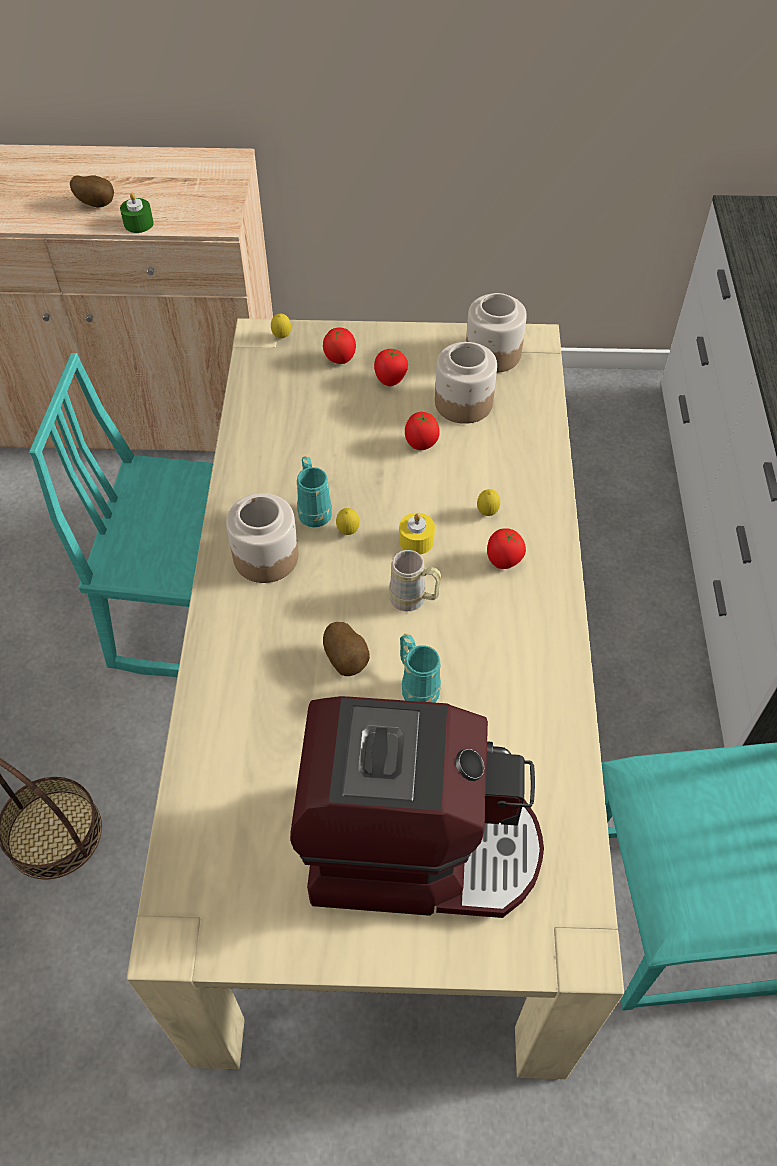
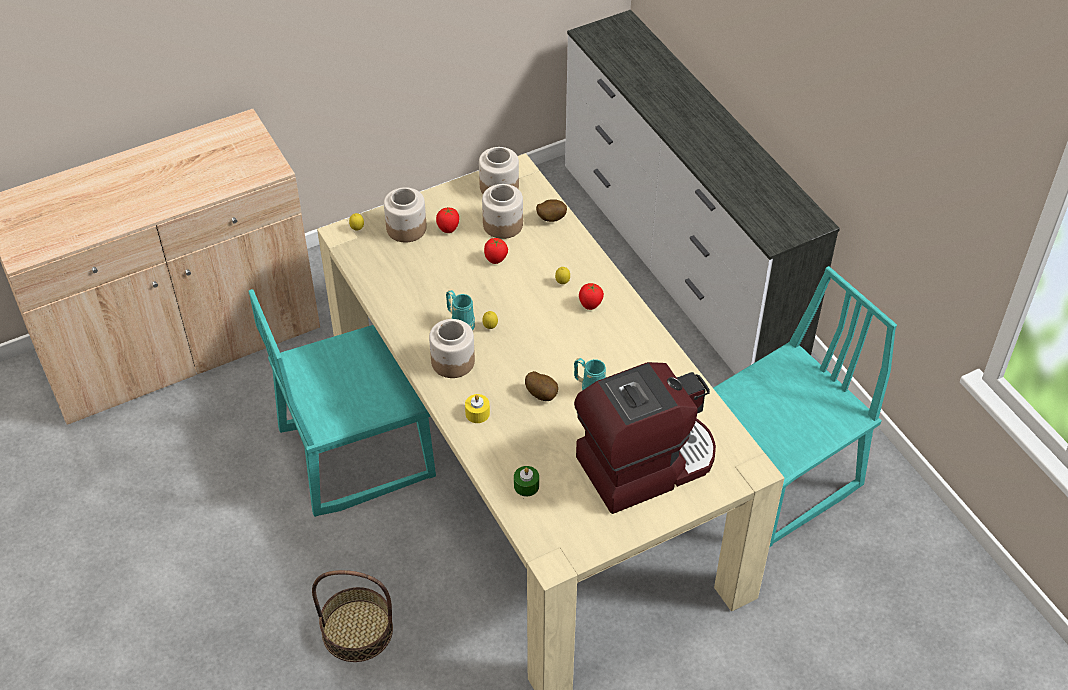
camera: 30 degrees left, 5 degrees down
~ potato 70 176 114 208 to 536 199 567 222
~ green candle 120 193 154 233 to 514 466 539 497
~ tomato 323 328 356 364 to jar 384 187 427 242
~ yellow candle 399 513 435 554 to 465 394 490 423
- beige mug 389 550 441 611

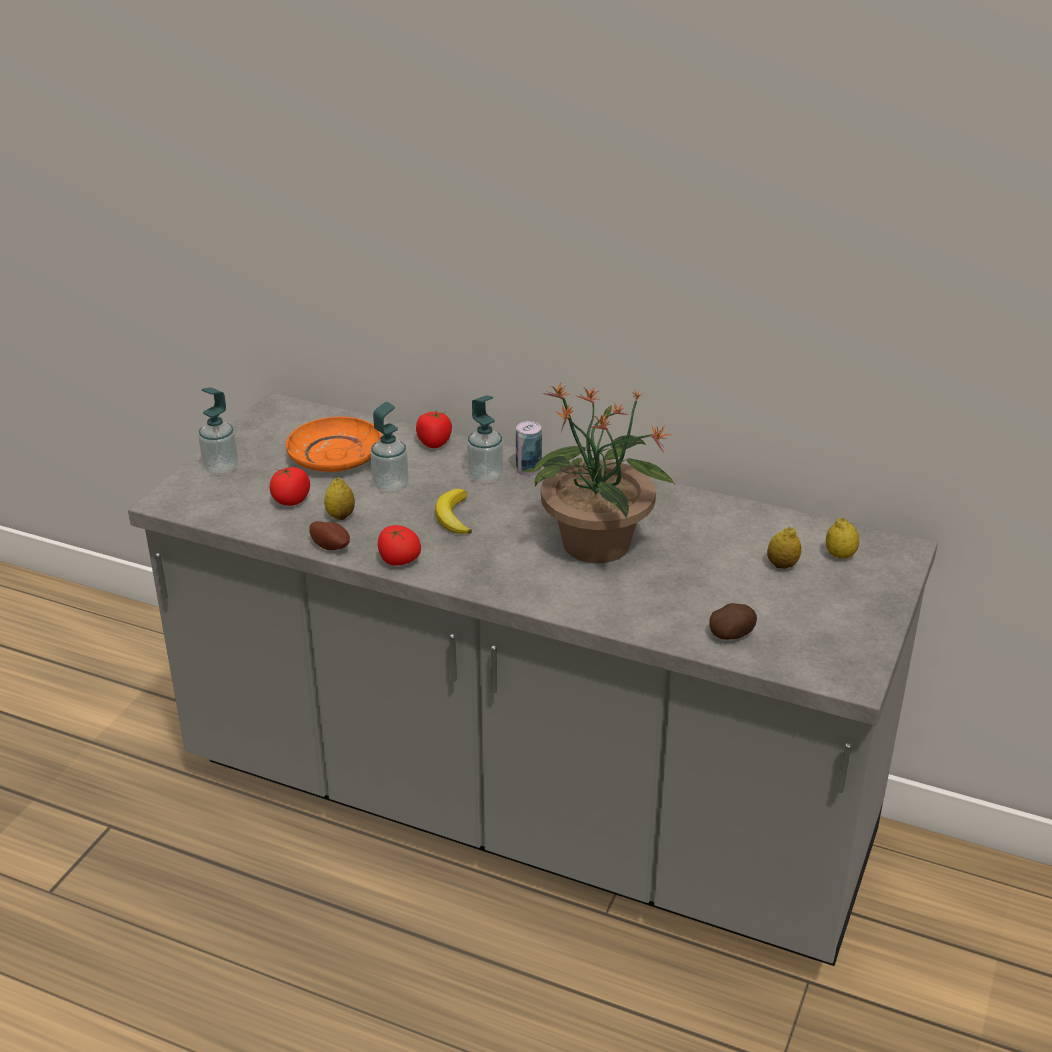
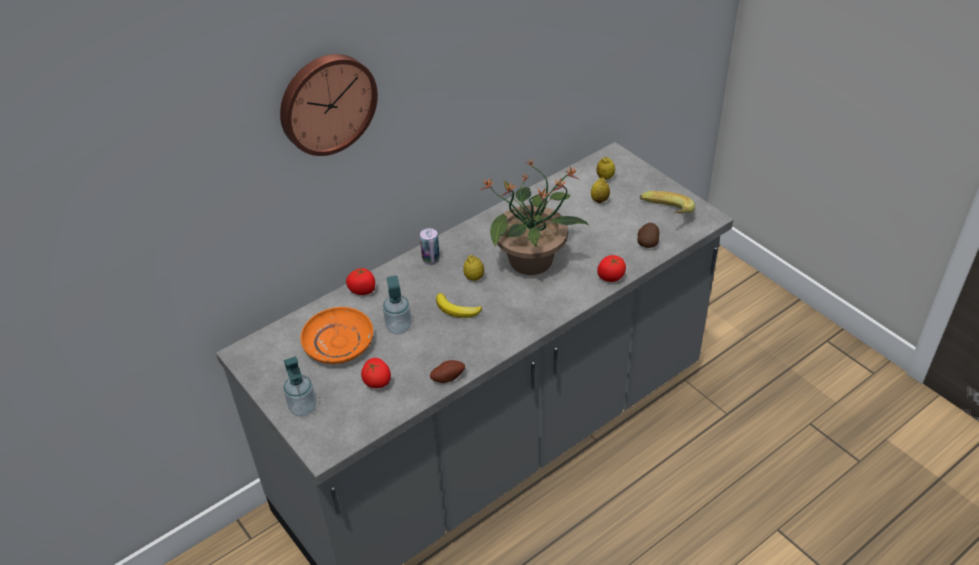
camera: 60 degrees left, 10 degrees up
- soap dispenser 467 395 504 484
~ lemon 324 477 355 520 to 463 255 484 281
~ tomato 378 525 421 566 to 597 255 626 282
+ wall clock 280 54 378 156
+ banana 640 191 695 214

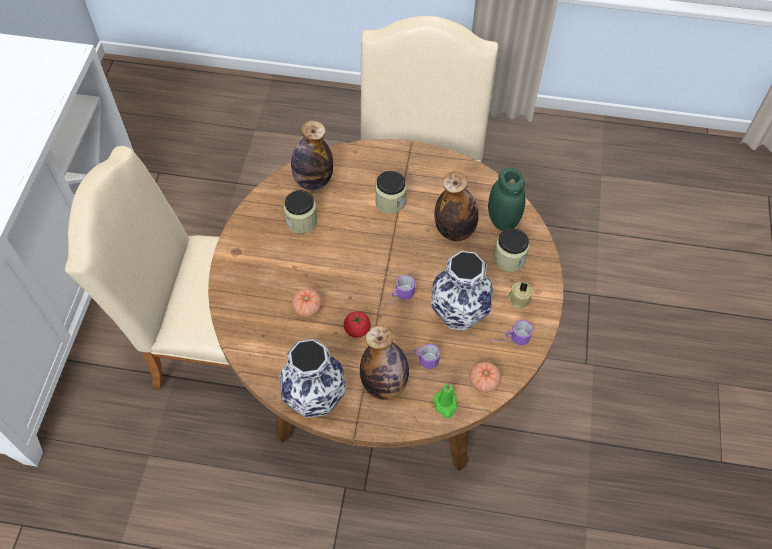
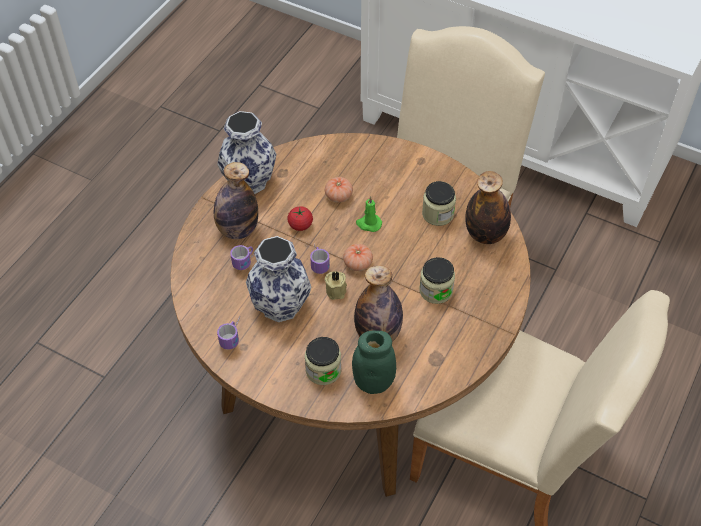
camera: 110 degrees right, 5 degrees down
~ beige candle 507 282 533 308 to 325 272 347 300
~ tomato 469 362 501 393 to 343 244 373 271
~ green candle 433 384 457 418 to 356 196 382 232

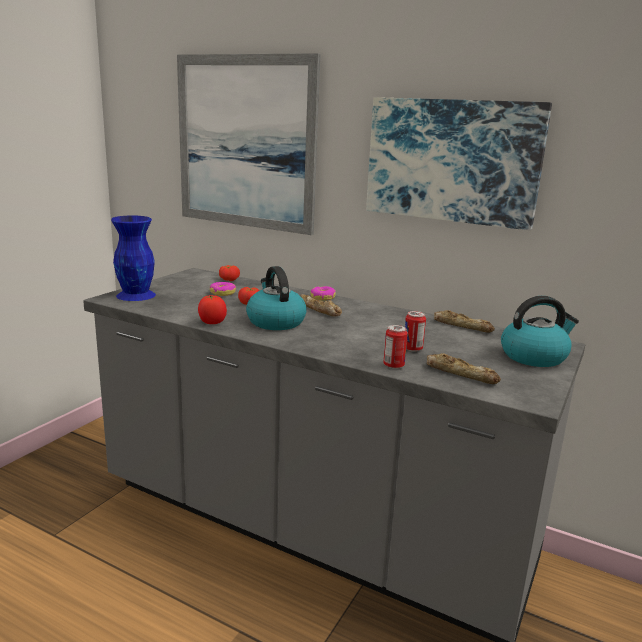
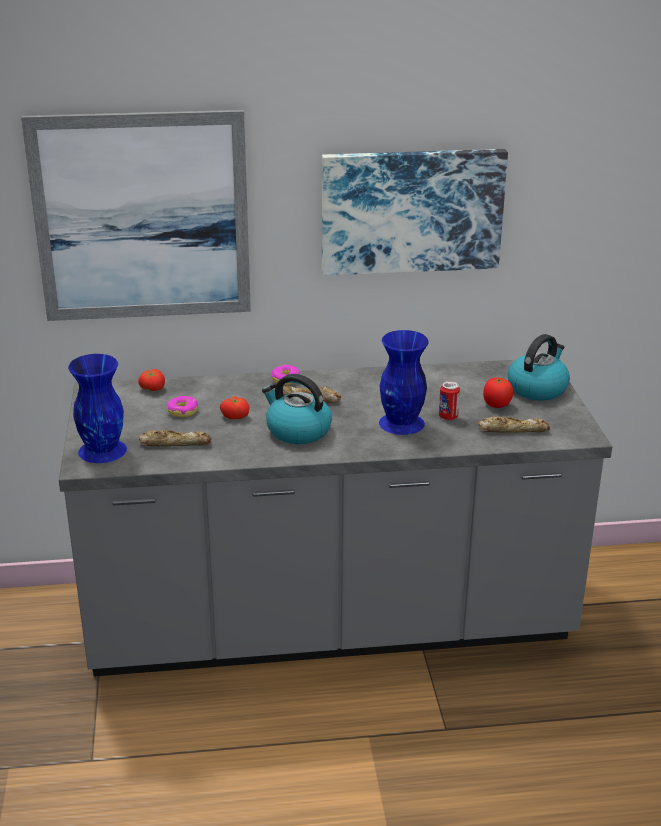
camera: 35 degrees left, 10 degrees up
~ tomato 198 295 227 324 to 483 377 513 408
~ bread 434 310 495 333 to 139 430 212 446
- can 383 325 408 369
+ blue vase 379 330 429 435

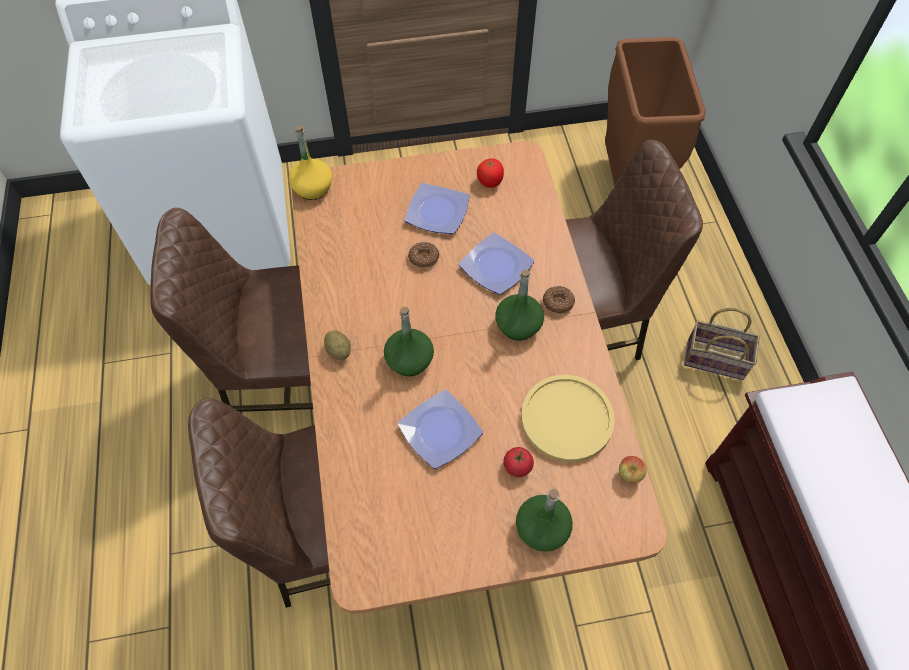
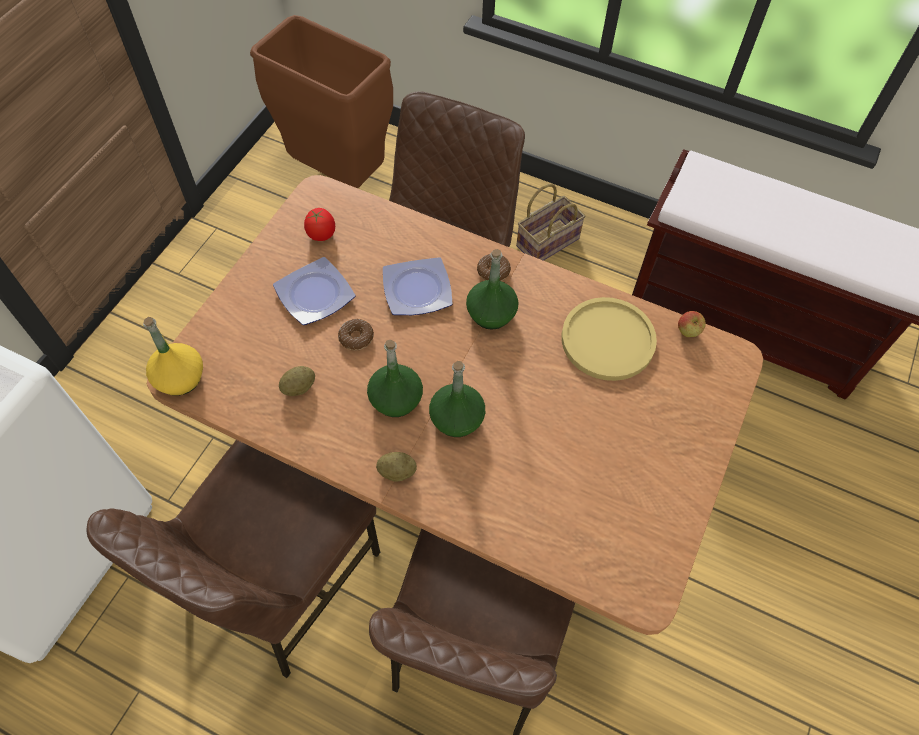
camera: 55 degrees left, 0 degrees up
- plate 398 390 483 469
- tomato 503 447 534 477
~ green bottle 516 489 573 552 to 367 340 423 417
+ potato 279 366 315 396

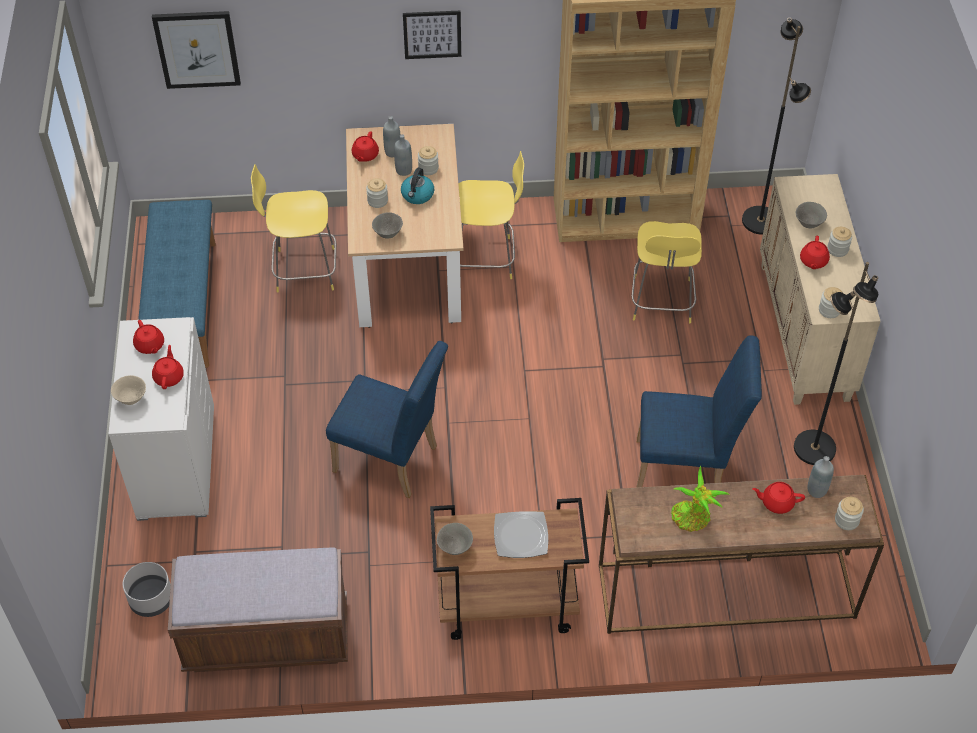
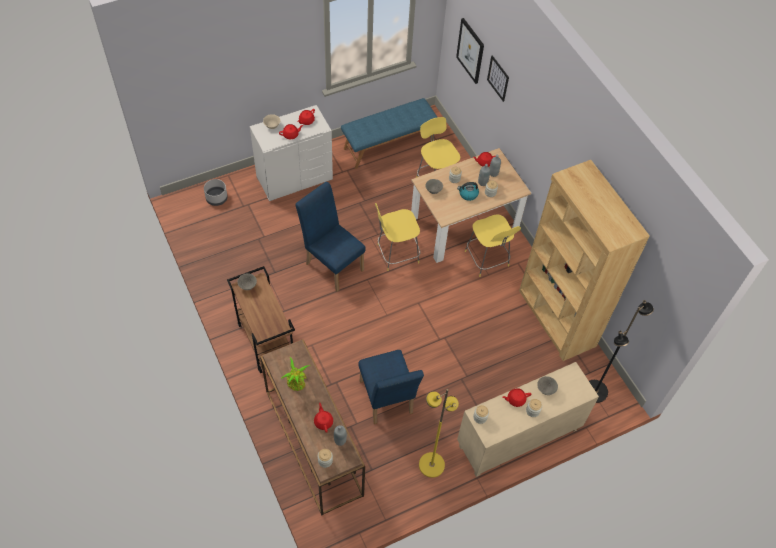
camera: 65 degrees right, 5 degrees up
~ picture 403 11 461 59 to 487 55 509 102
~ yellow stool 632 221 702 323 to 375 203 420 271
~ black floor lamp 794 262 878 465 to yellow floor lamp 419 389 459 478
~ blue chair 326 341 448 498 = 295 182 365 292 135 degrees clockwise
- plate 494 511 548 558
- brown bench 168 548 348 672

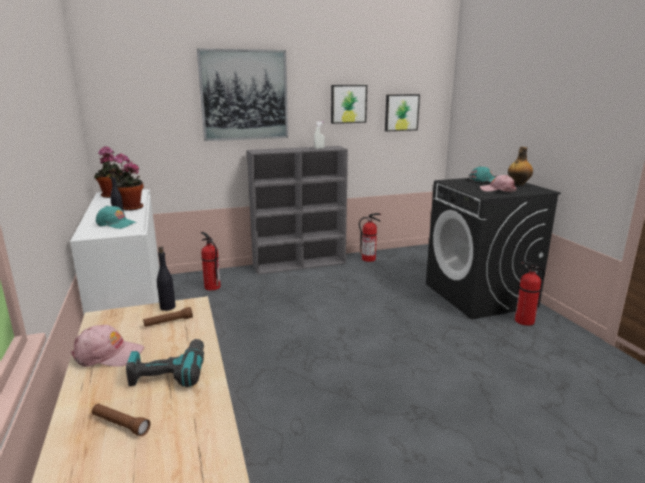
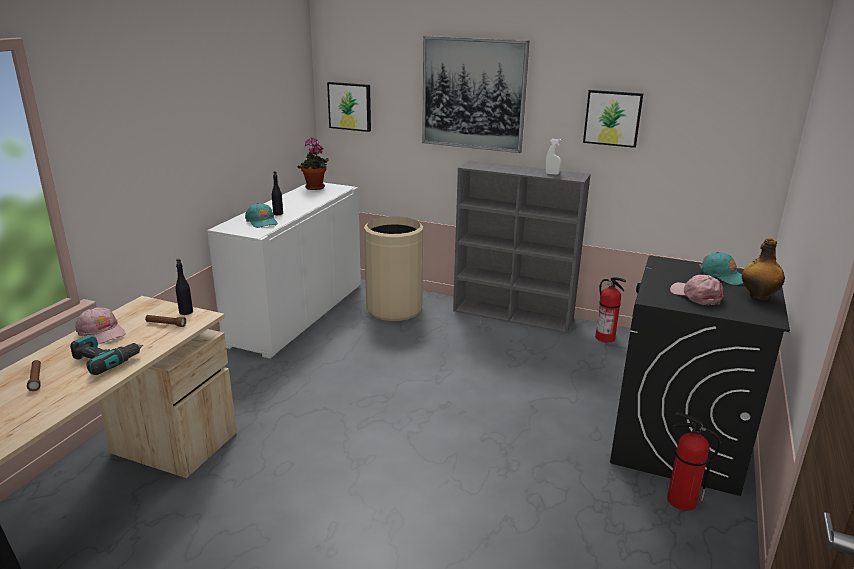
camera: 40 degrees right, 5 degrees up
~ picture 385 94 420 132 to 327 82 371 132
- potted plant 108 153 143 210
~ fire extinguisher 201 232 221 290 to beige trash can 364 216 423 321

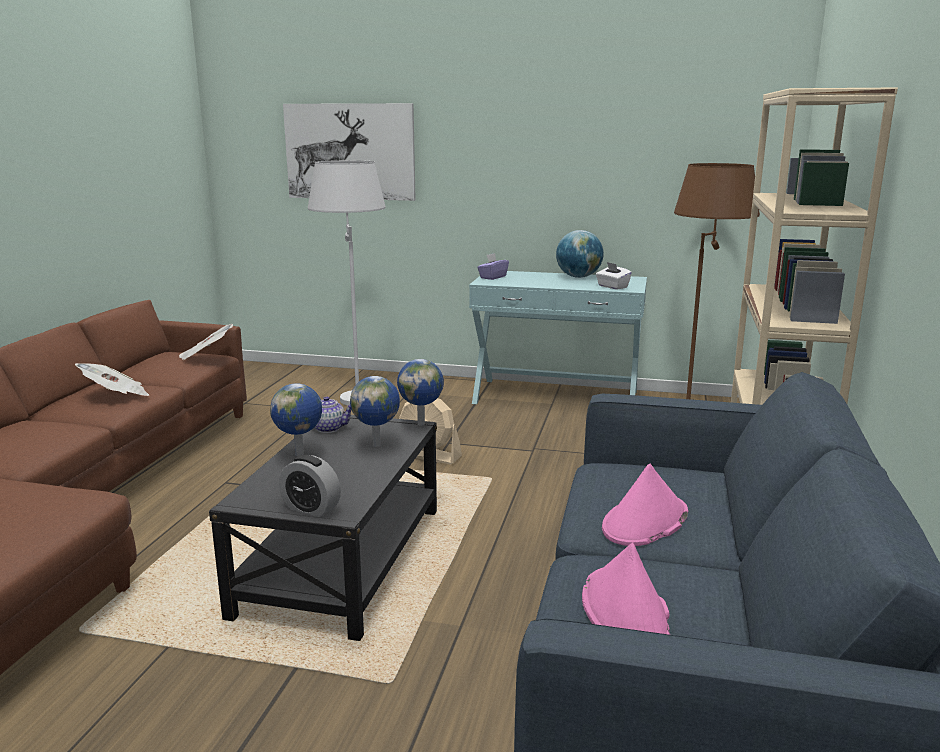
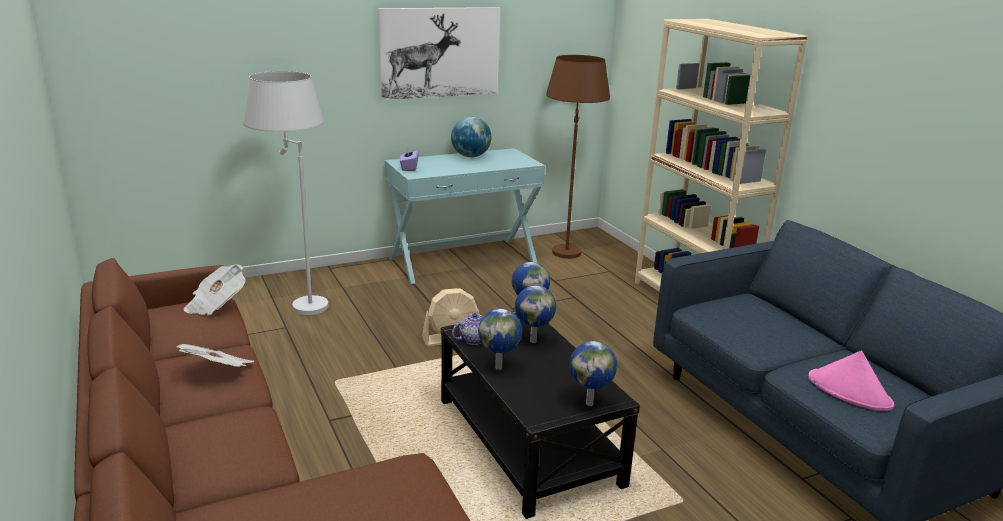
camera: 40 degrees left, 5 degrees up
~ picture 283 103 416 201 to 378 7 500 100
- white tissue box 596 262 632 289
~ alarm clock 279 455 341 517 to globe 569 341 617 406
- pink hat 602 464 688 546

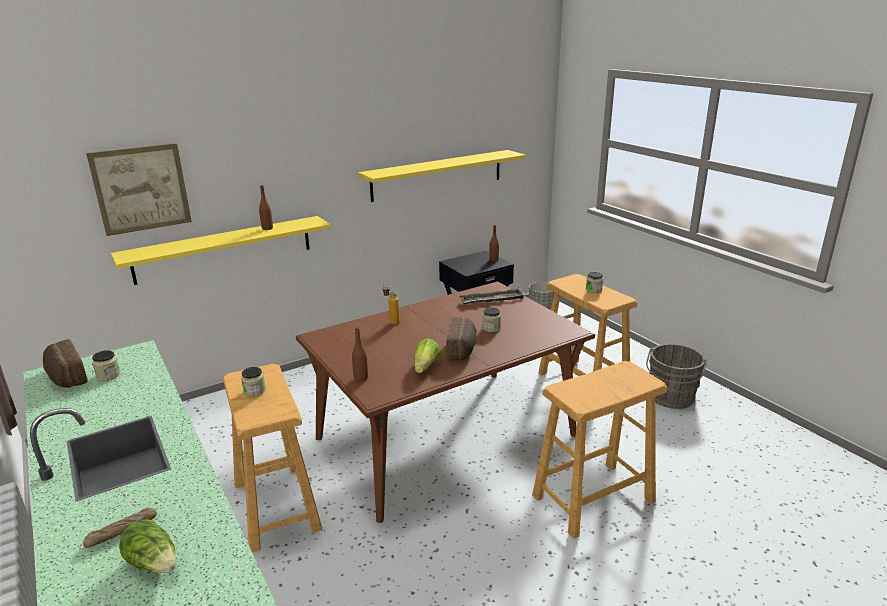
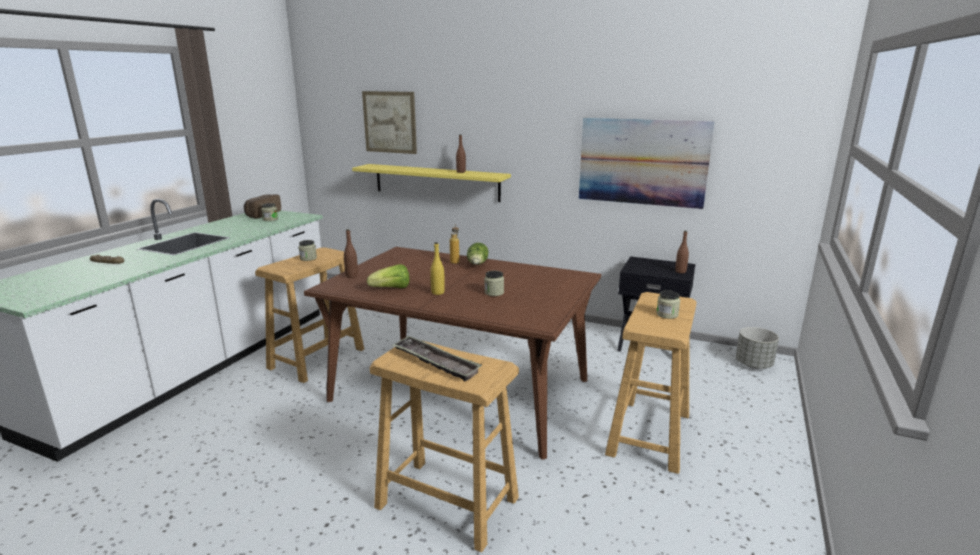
camera: 55 degrees right, 5 degrees down
~ yellow shelf 358 150 526 202 to picture 579 118 715 209
~ tray 459 288 525 304 to 392 336 482 381
~ bread 446 317 477 361 to yellow bottle 430 242 445 295
- grey bucket 646 344 707 409
~ lettuce 119 519 176 573 to 467 243 488 265

